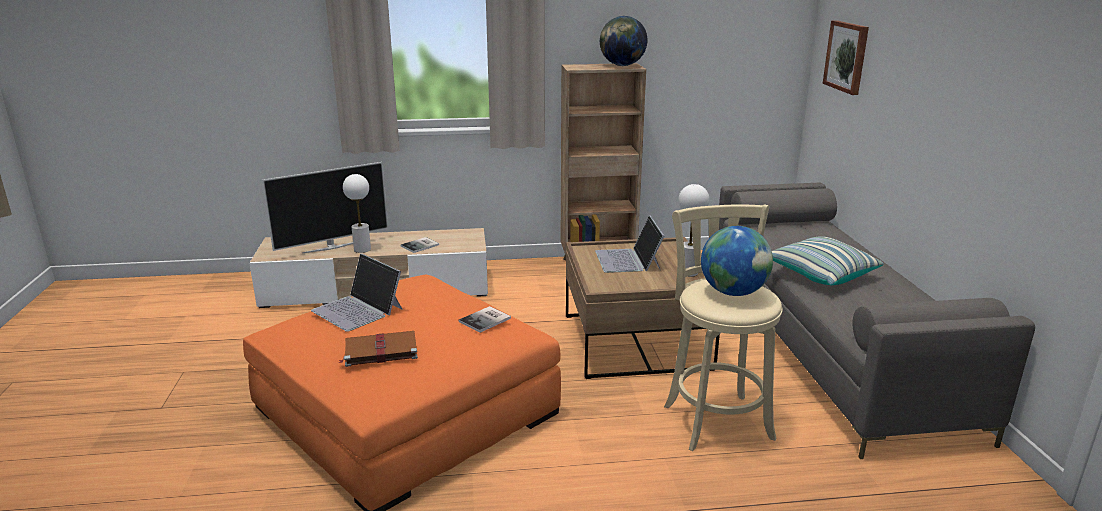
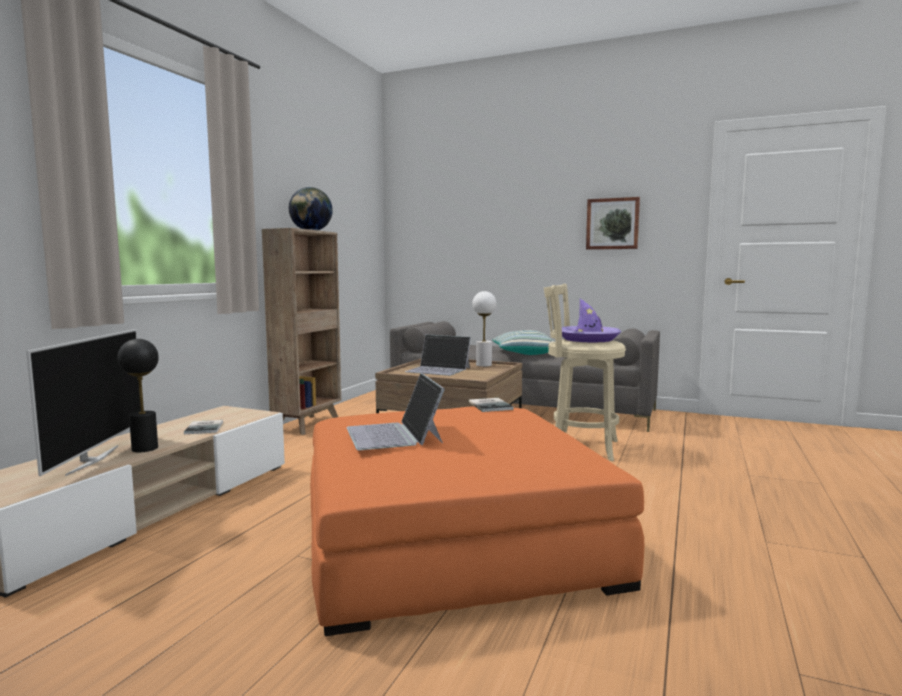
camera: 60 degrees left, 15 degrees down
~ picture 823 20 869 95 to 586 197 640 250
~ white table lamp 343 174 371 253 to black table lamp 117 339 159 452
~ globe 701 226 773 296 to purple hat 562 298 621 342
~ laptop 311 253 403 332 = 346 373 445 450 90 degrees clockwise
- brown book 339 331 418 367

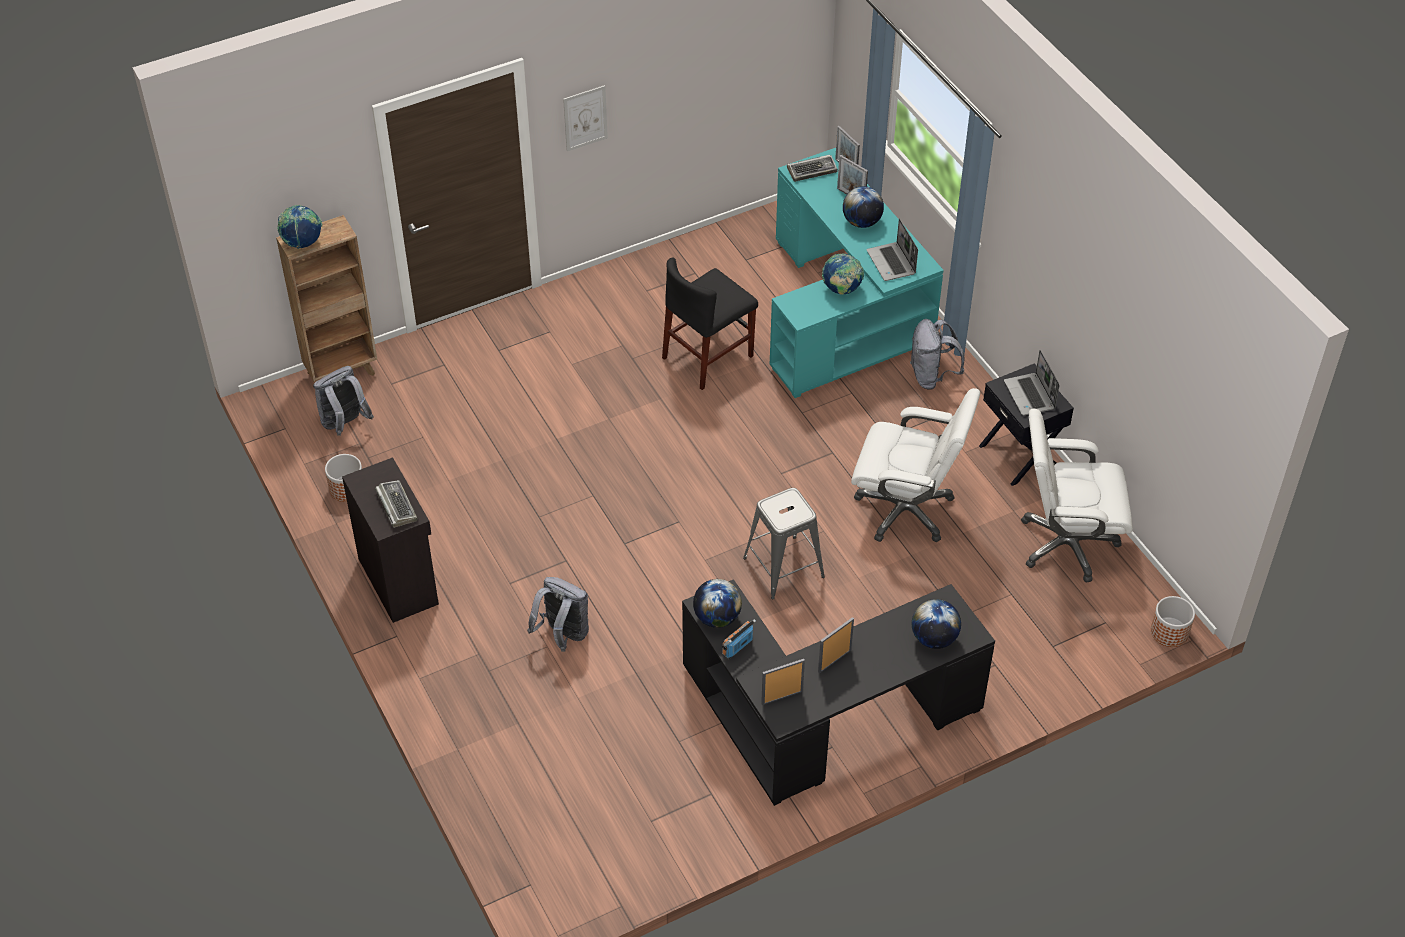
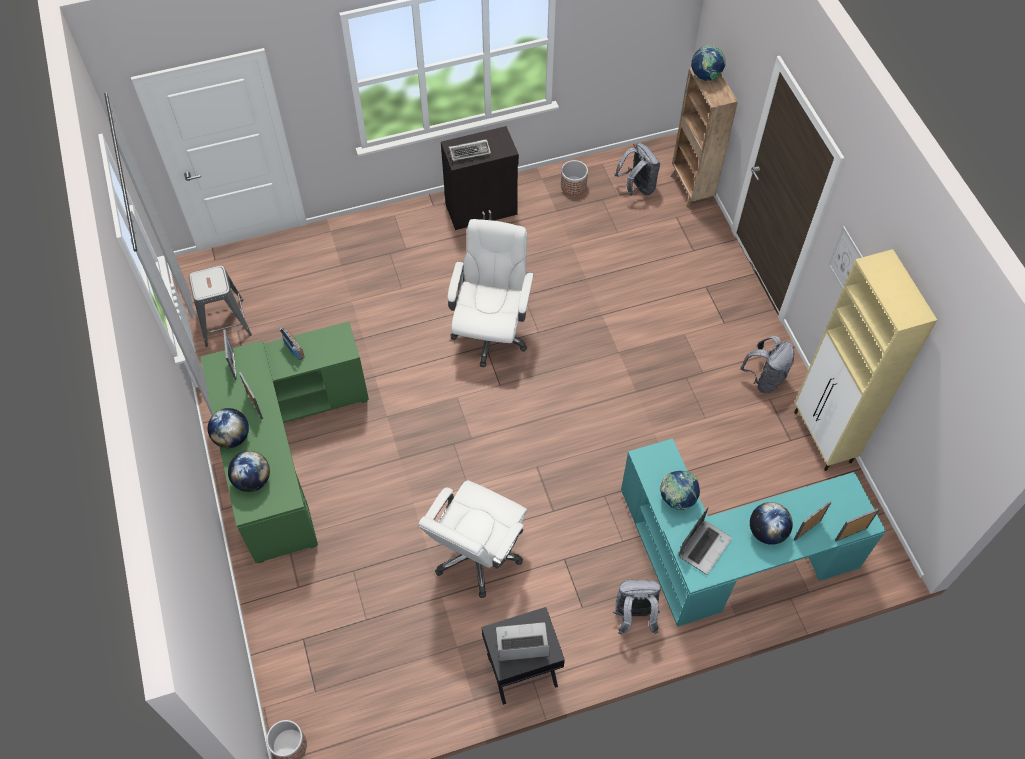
camera: 100 degrees right, 10 degrees up
- keyboard 787 155 838 182
~ laptop 867 219 918 281 = 679 507 732 574 135 degrees clockwise
- black chair 662 257 758 390
~ white office chair 1021 408 1133 583 to 448 219 534 367
~ grey stool 743 488 825 600 to 189 265 252 347
~ grey backpack 527 577 589 652 to 740 336 794 393
~ black desk 682 579 995 806 to green desk 200 322 369 564
~ globe 693 579 742 628 to 208 408 249 448
+ beige cabinet 794 249 937 471

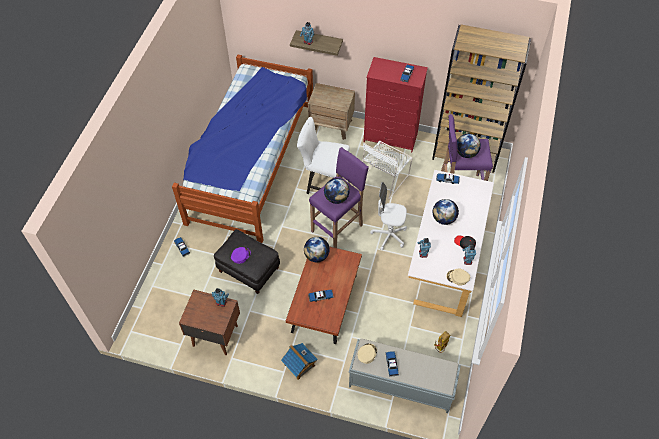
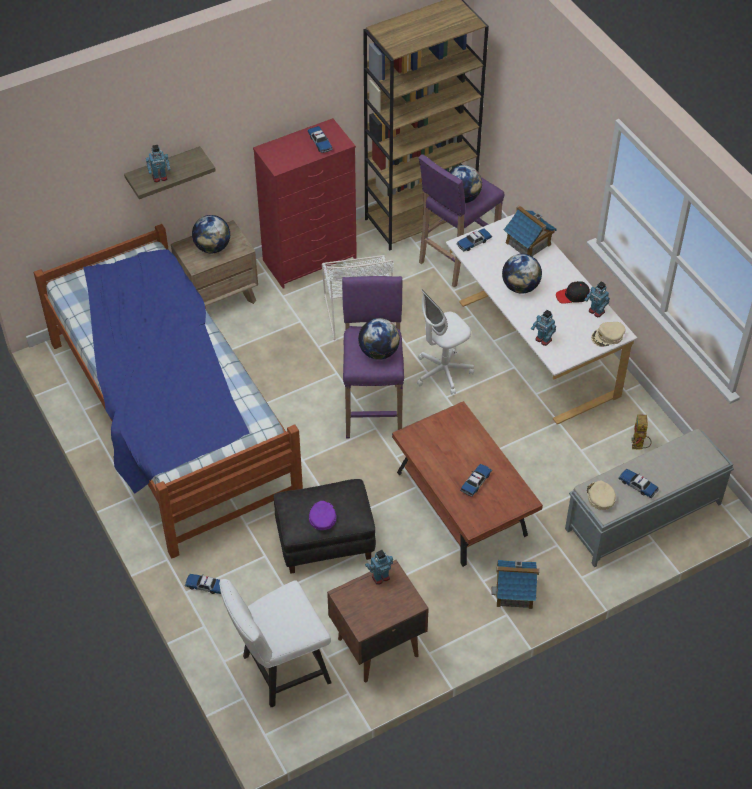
camera: 45 degrees left, 5 degrees down
~ white chair 297 117 350 194 to 219 579 332 707
~ globe 304 237 330 262 to 192 215 231 253
+ toy house 503 205 557 256

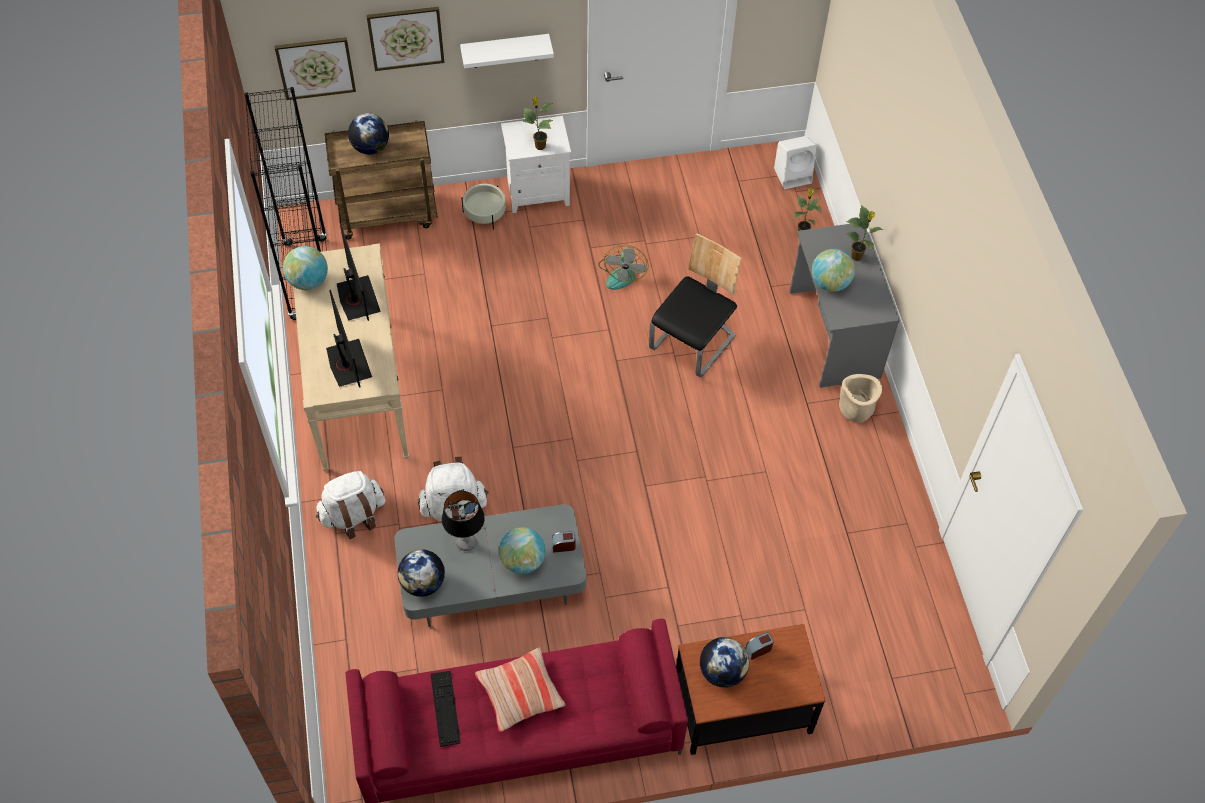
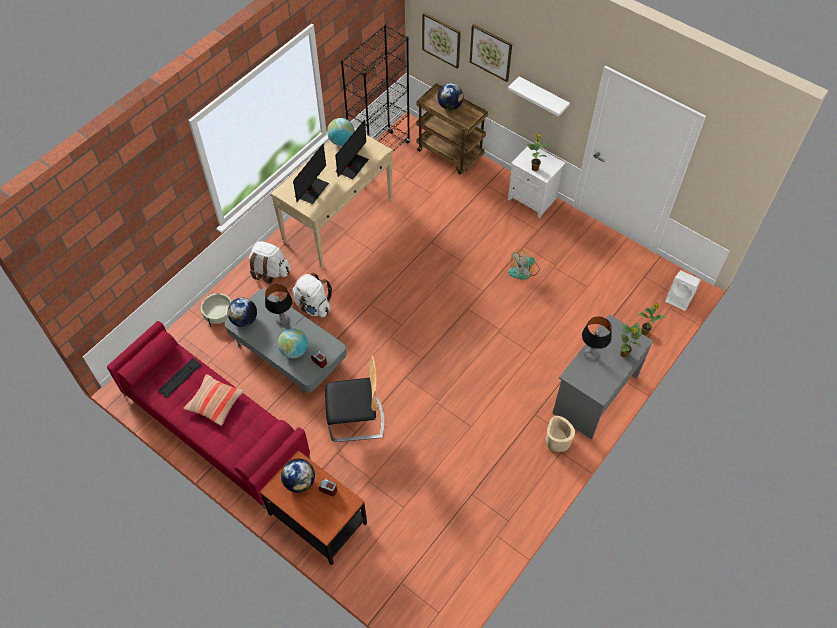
camera: 50 degrees right, 0 degrees up
~ beige planter 462 184 506 230 to 201 293 232 327
~ chair 649 233 742 377 to 325 355 385 442
~ globe 812 249 855 292 to table lamp 582 317 612 360

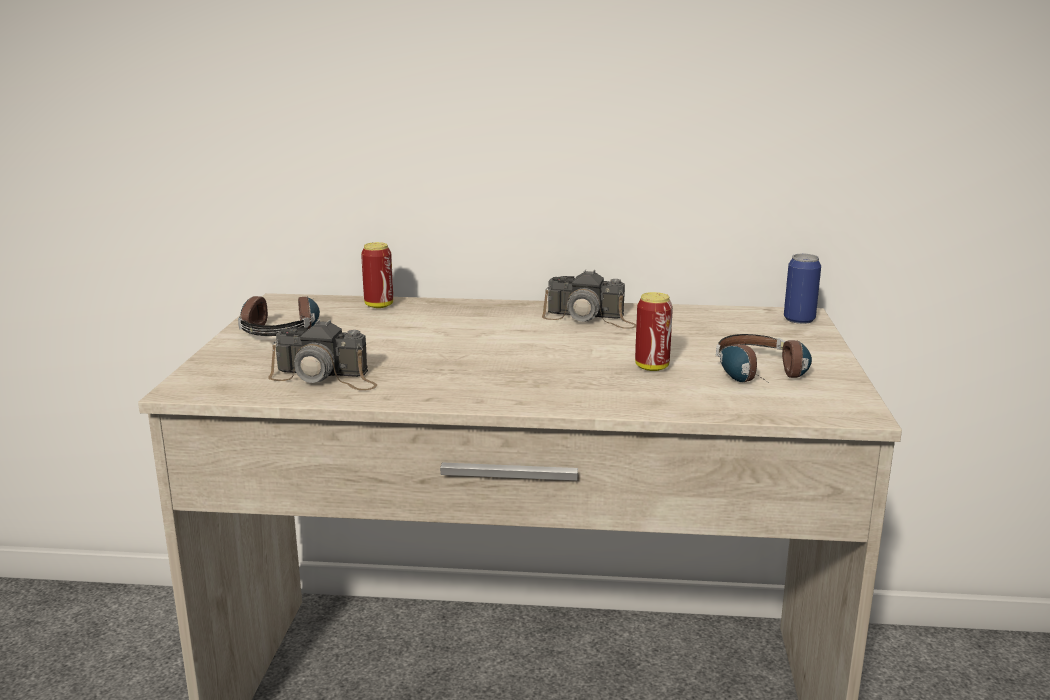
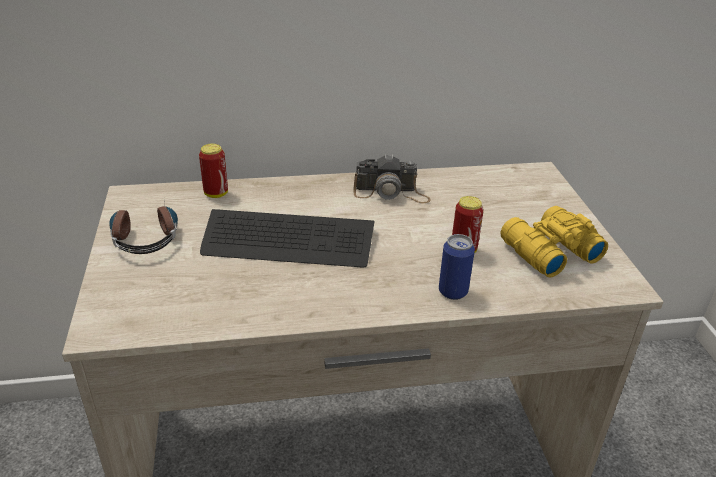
camera: 15 degrees left, 15 degrees up
~ can 784 254 821 324 to 439 234 475 300
- photo camera 268 319 377 390
~ headphones 716 334 812 385 to yellow binoculars 501 206 608 277
+ keyboard 200 209 375 268

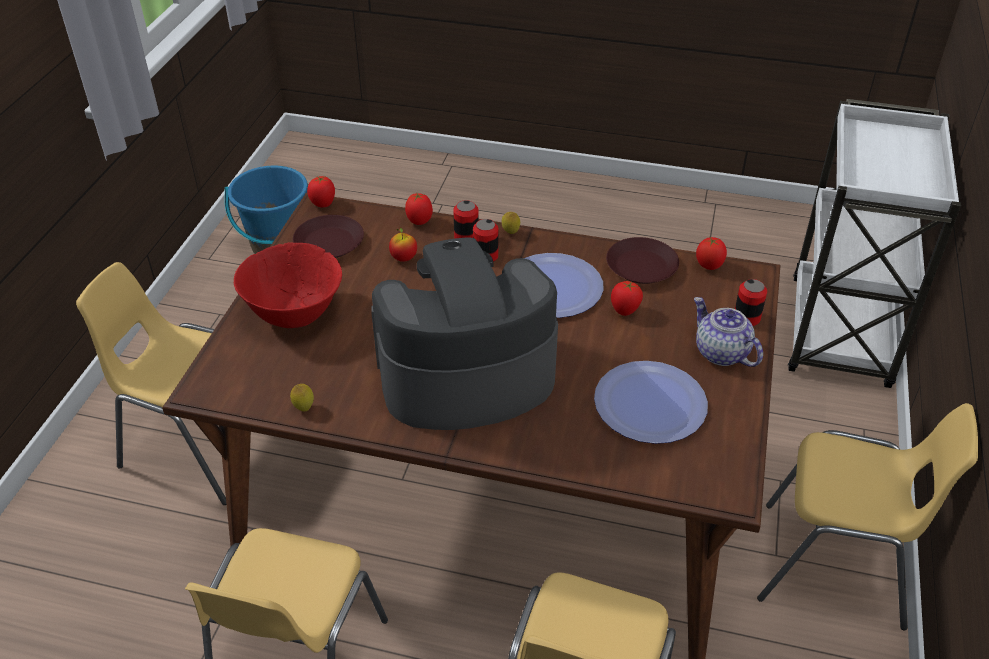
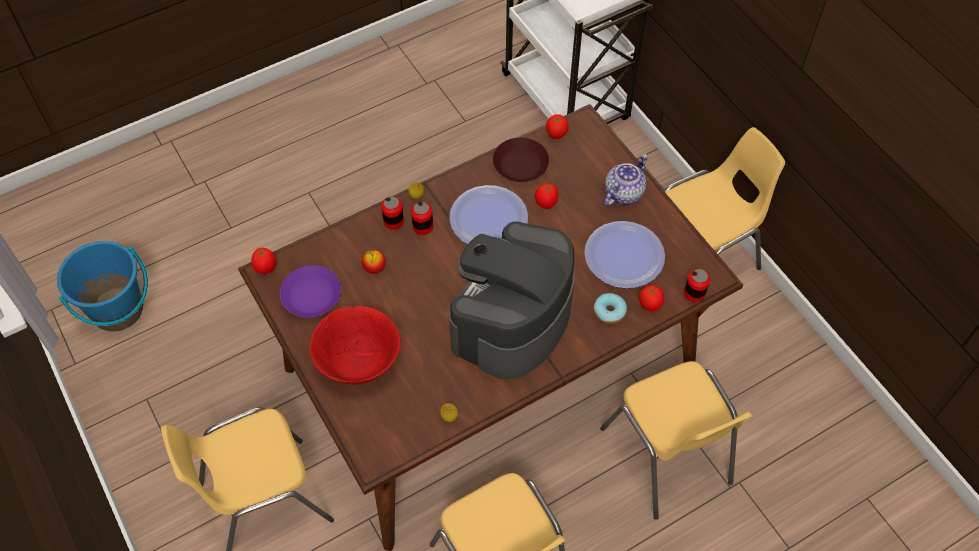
camera: 45 degrees left, 15 degrees up
~ tomato 405 193 433 225 to 639 285 664 311
~ brown plate 293 215 364 258 to purple plate 280 265 341 317
~ can 735 279 767 326 to 684 269 710 302
~ teapot 694 297 763 367 = 604 154 648 206 120 degrees clockwise
+ donut 594 293 627 324

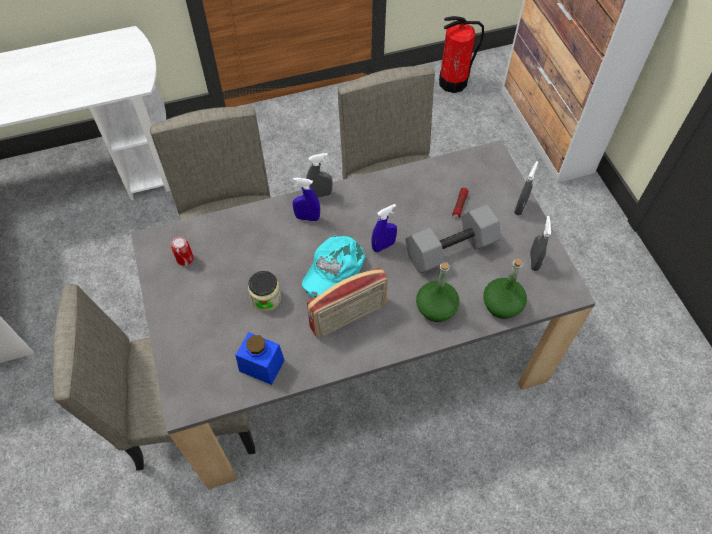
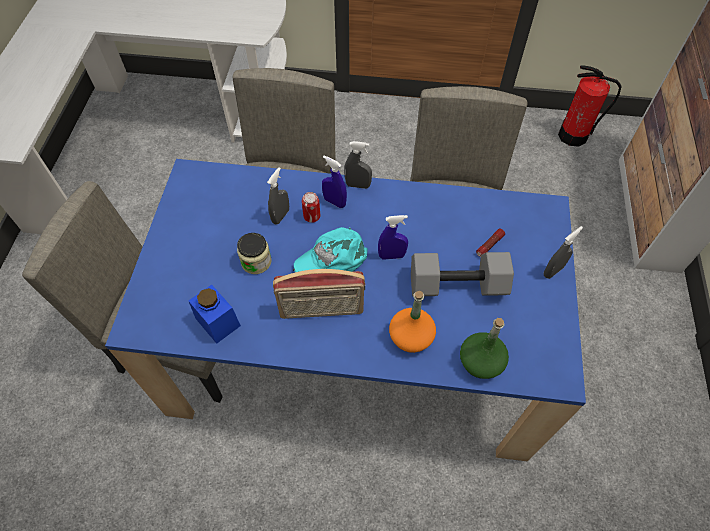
camera: 25 degrees right, 0 degrees up
~ grey dining table 131 140 596 489 to blue dining table 105 159 586 462
~ grey spray bottle 530 216 551 271 to 267 167 289 225
~ can 171 236 194 266 to 302 192 320 223
~ green bottle 416 262 459 322 to orange bottle 389 291 436 353

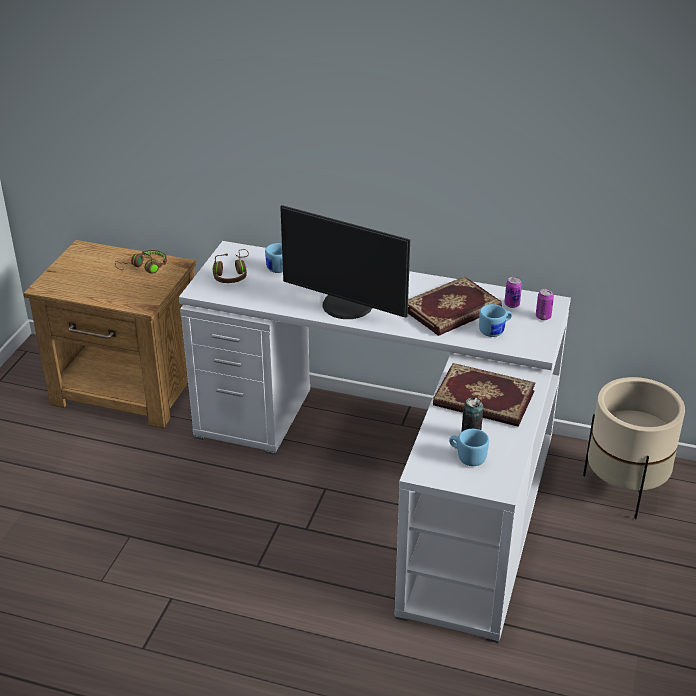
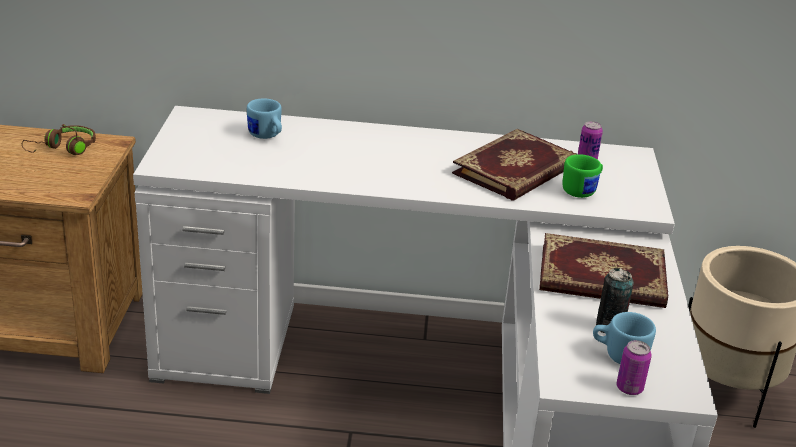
camera: 15 degrees left, 5 degrees down
- monitor 280 205 410 319
- brown headphones 213 249 249 283
~ can 536 289 554 320 to 616 340 652 395
~ blue mug 479 304 512 337 to green mug 562 154 603 198

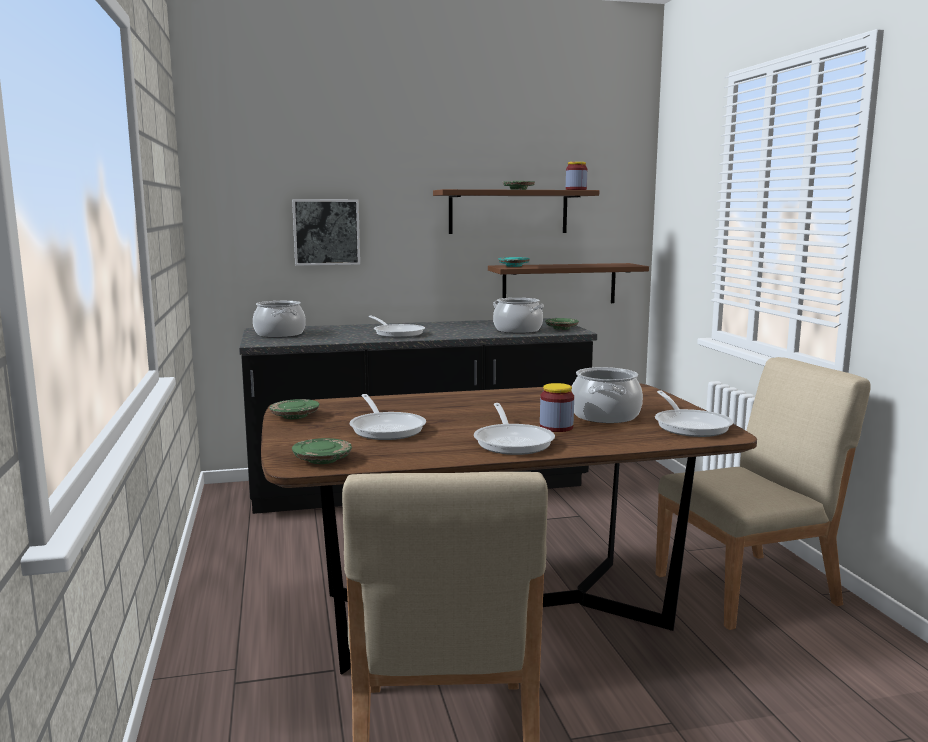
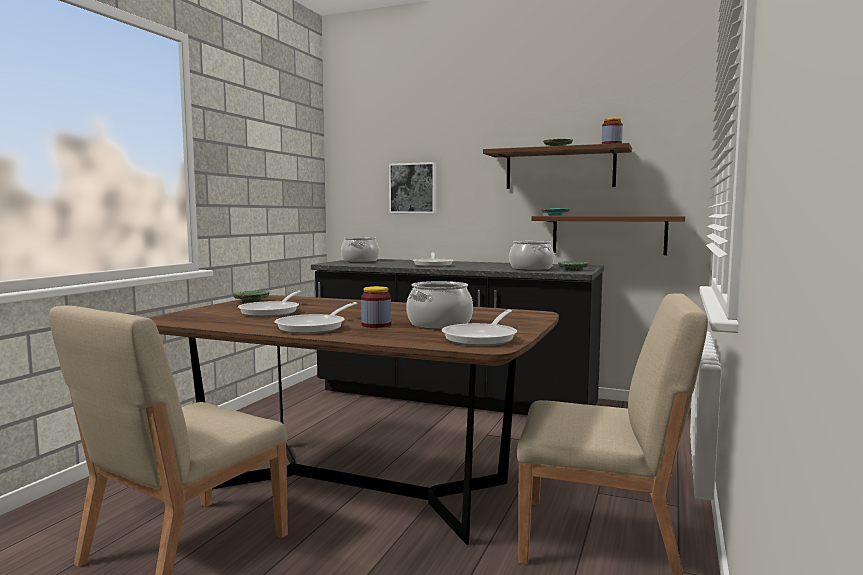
camera: 35 degrees right, 5 degrees down
- green plate 292 438 352 464

